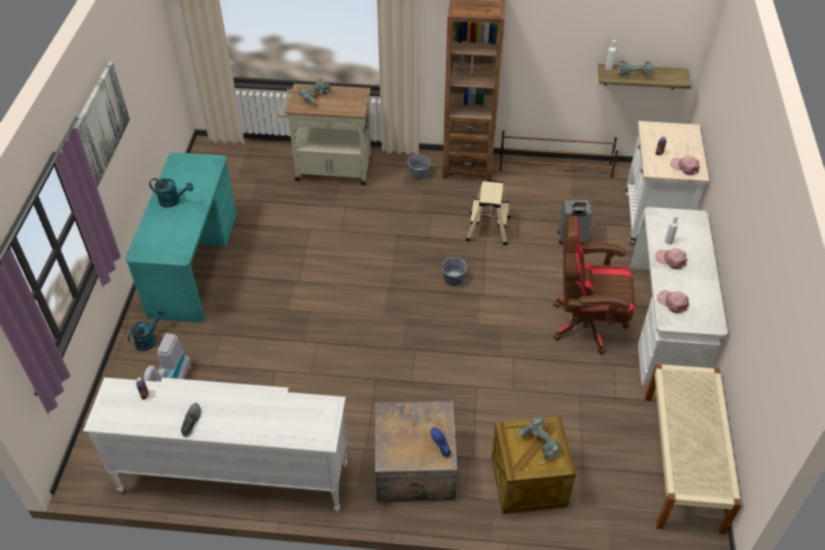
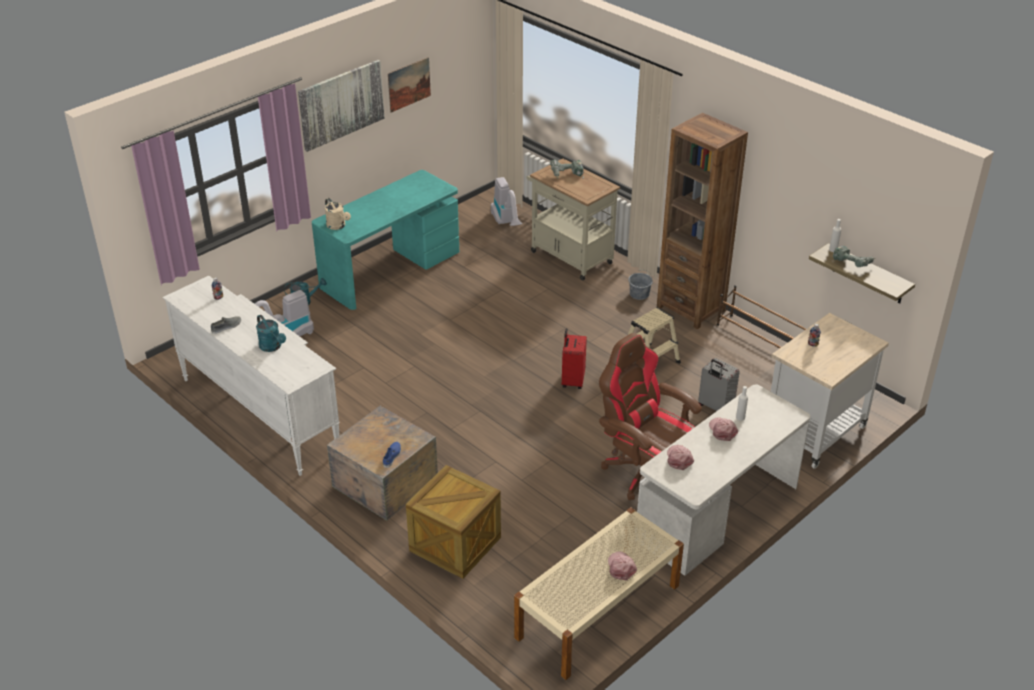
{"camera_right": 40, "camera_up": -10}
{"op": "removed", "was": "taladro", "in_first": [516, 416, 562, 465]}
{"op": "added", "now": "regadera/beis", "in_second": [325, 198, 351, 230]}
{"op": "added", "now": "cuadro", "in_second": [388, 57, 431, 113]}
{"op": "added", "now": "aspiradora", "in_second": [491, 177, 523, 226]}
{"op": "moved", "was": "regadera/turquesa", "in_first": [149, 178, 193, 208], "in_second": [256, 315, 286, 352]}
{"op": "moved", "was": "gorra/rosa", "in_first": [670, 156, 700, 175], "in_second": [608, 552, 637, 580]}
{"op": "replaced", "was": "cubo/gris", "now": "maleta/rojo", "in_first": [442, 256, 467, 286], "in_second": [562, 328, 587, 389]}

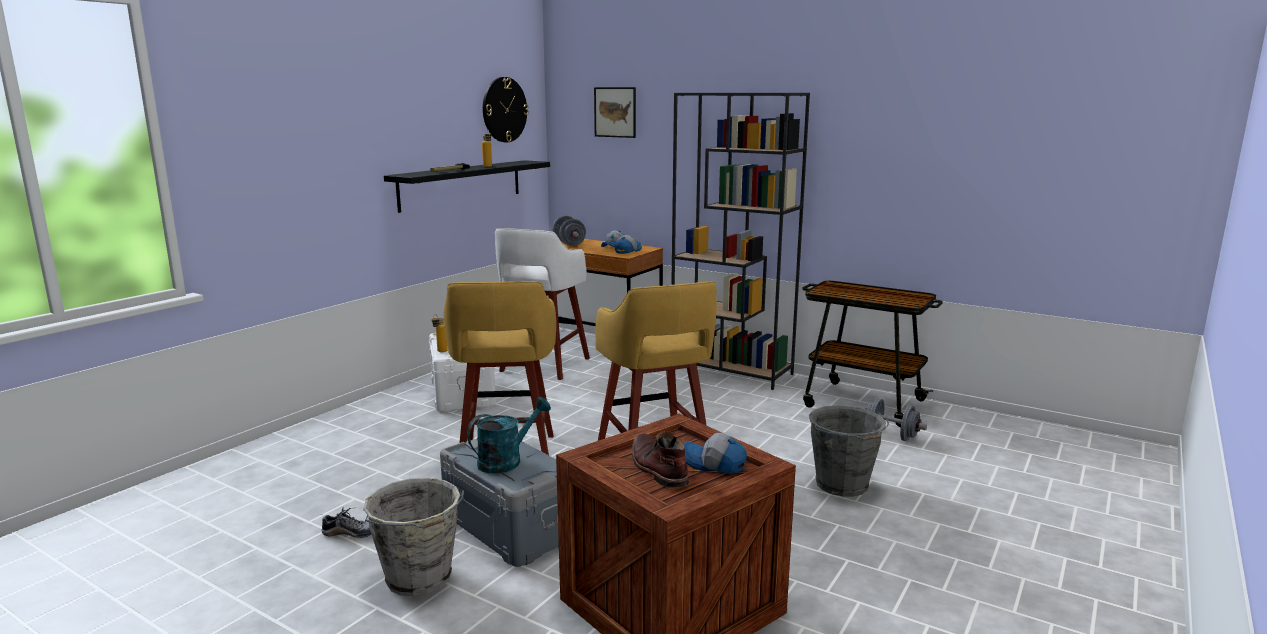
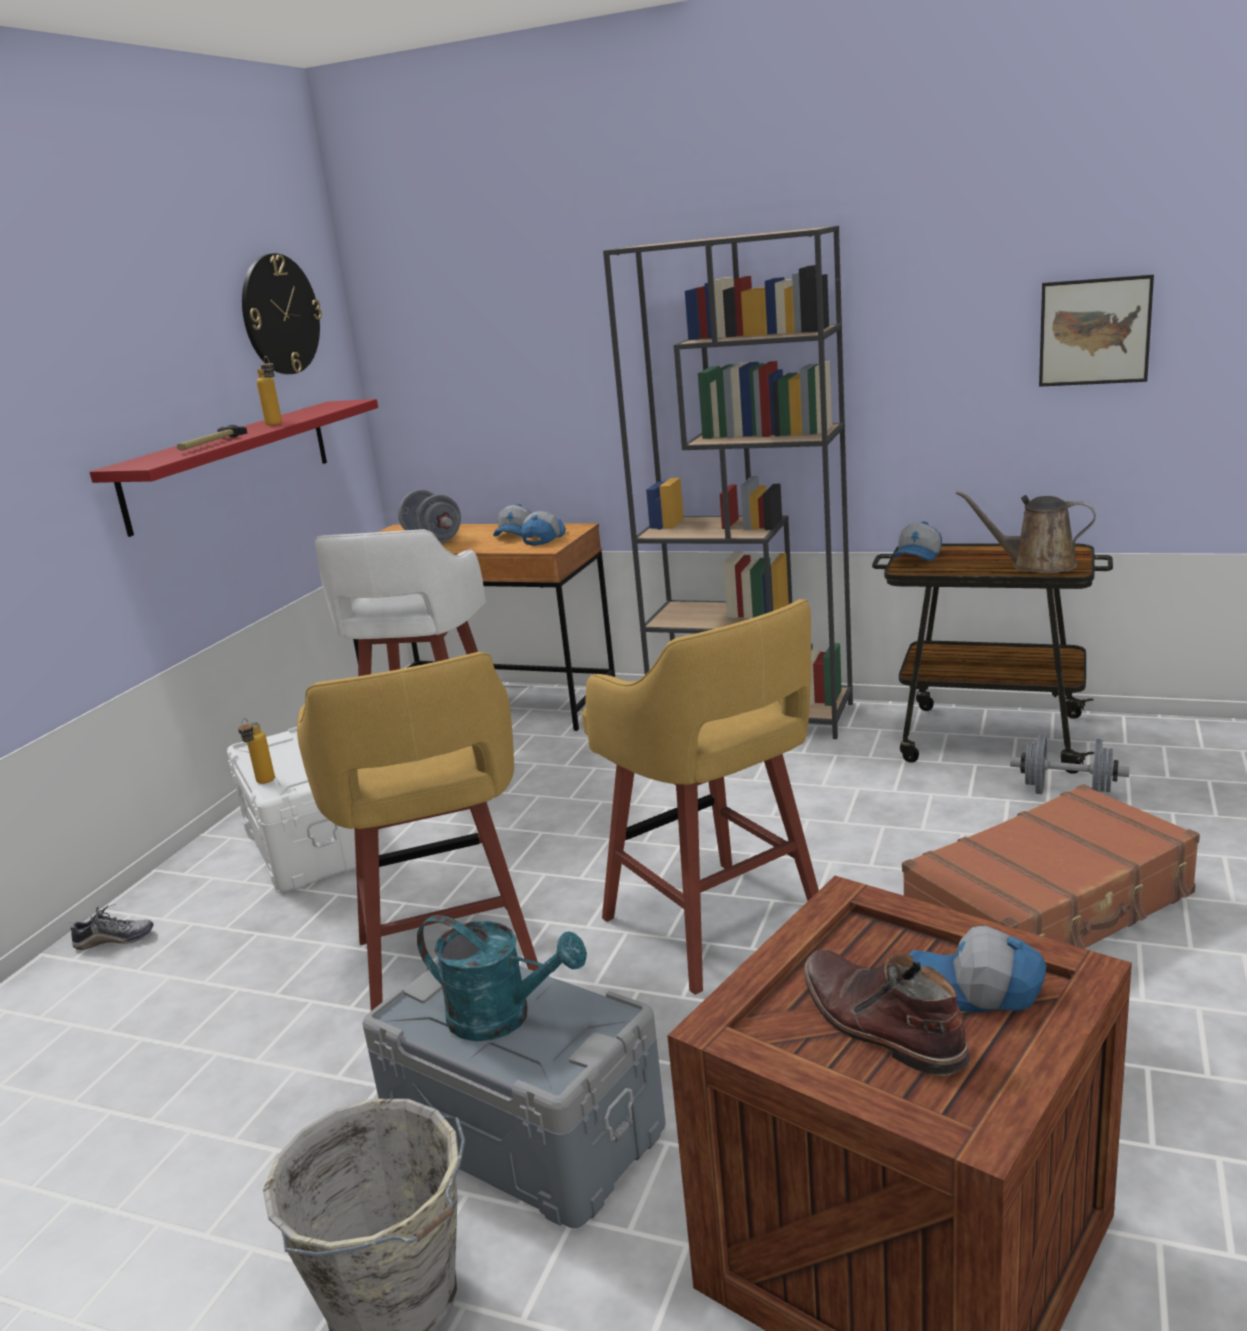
{"camera_right": -10, "camera_up": 5}
{"op": "added", "now": "gorra", "in_second": [893, 521, 942, 561]}
{"op": "added", "now": "regadera/marrón", "in_second": [956, 491, 1096, 573]}
{"op": "moved", "was": "zapato", "in_first": [321, 507, 371, 538], "in_second": [69, 904, 154, 950]}
{"op": "moved", "was": "cuadro", "in_first": [594, 87, 636, 138], "in_second": [1039, 275, 1154, 387]}
{"op": "replaced", "was": "cubo/gris", "now": "maleta/marrón", "in_first": [809, 405, 889, 497], "in_second": [902, 784, 1200, 949]}
{"op": "recoloured", "was": "estante/negro", "now": "estante/rojo", "in_first": [384, 160, 550, 213], "in_second": [90, 399, 378, 537]}
{"op": "turned", "was": "regadera/turquesa", "in_first": [467, 397, 551, 473], "in_second": [417, 915, 587, 1041], "clockwise": 75}

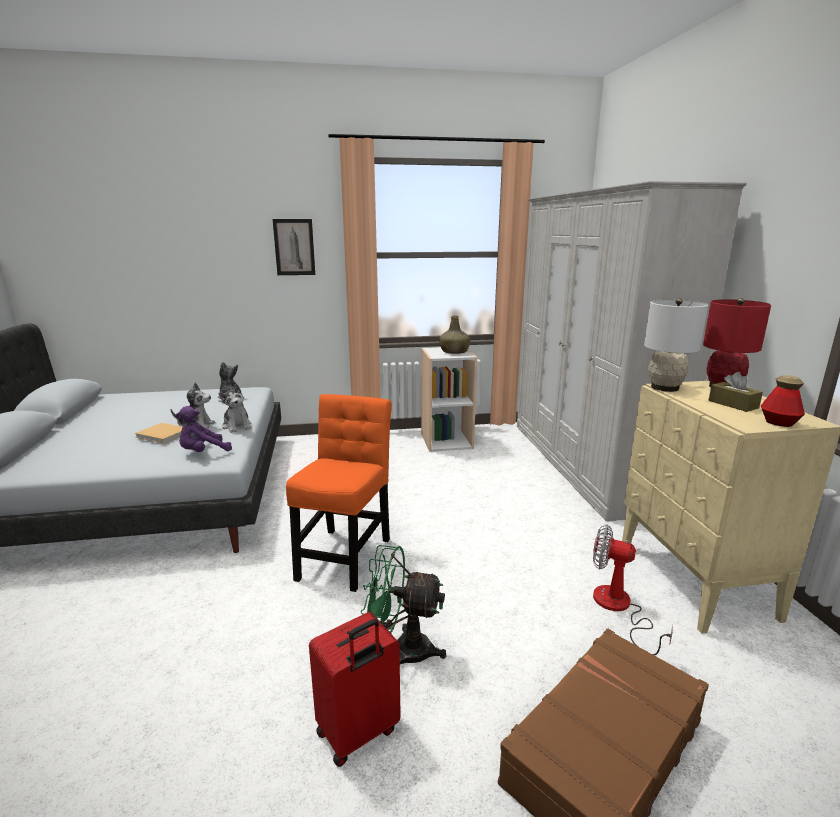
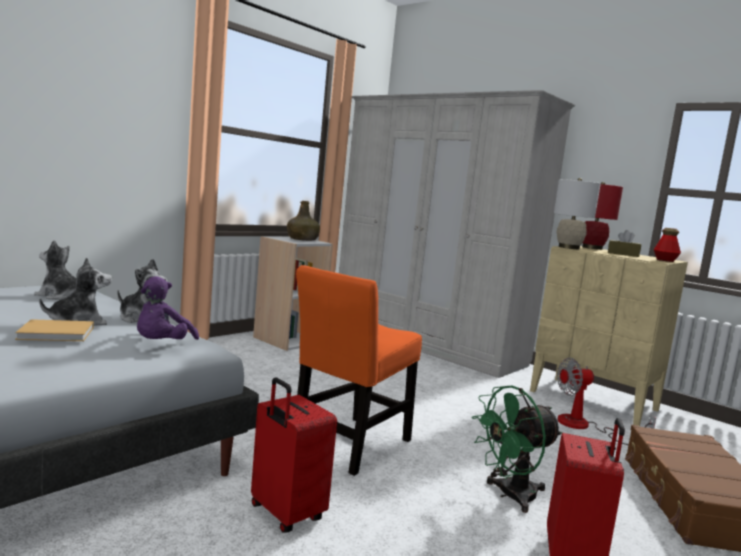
{"camera_right": -40, "camera_up": -10}
{"op": "removed", "was": "cuadro", "in_first": [273, 219, 315, 275]}
{"op": "added", "now": "maleta/rojo", "in_second": [251, 377, 337, 533]}
{"op": "turned", "was": "silla/naranja", "in_first": [286, 394, 392, 592], "in_second": [296, 265, 422, 476], "clockwise": -120}

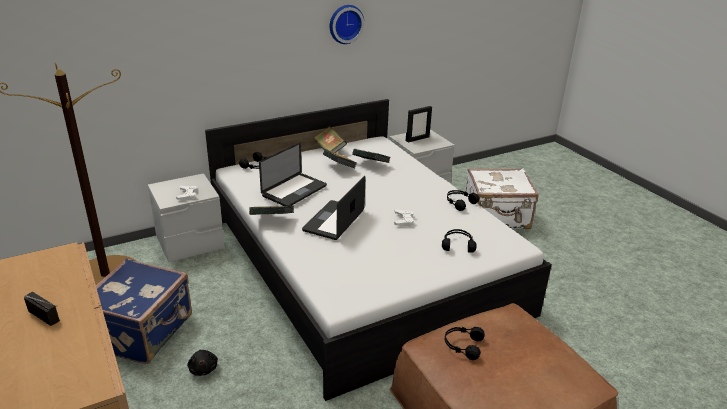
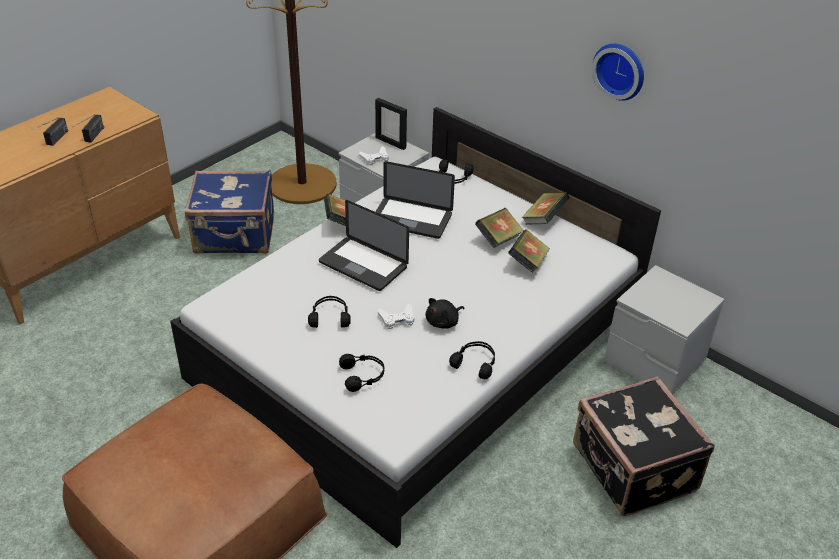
{"camera_right": 70, "camera_up": 10}
{"op": "added", "now": "radio", "in_second": [73, 114, 104, 143]}
{"op": "moved", "was": "peluche/negro", "in_first": [187, 350, 218, 376], "in_second": [426, 298, 464, 329]}
{"op": "moved", "was": "portarretratos", "in_first": [406, 106, 432, 143], "in_second": [375, 98, 407, 150]}
{"op": "moved", "was": "auriculares/negro", "in_first": [445, 326, 485, 360], "in_second": [308, 296, 351, 328]}
{"op": "recoloured", "was": "maleta/blanco", "now": "maleta/negro", "in_first": [466, 168, 539, 229], "in_second": [573, 376, 715, 516]}
{"op": "turned", "was": "portátil", "in_first": [302, 176, 366, 240], "in_second": [319, 200, 409, 291], "clockwise": -150}

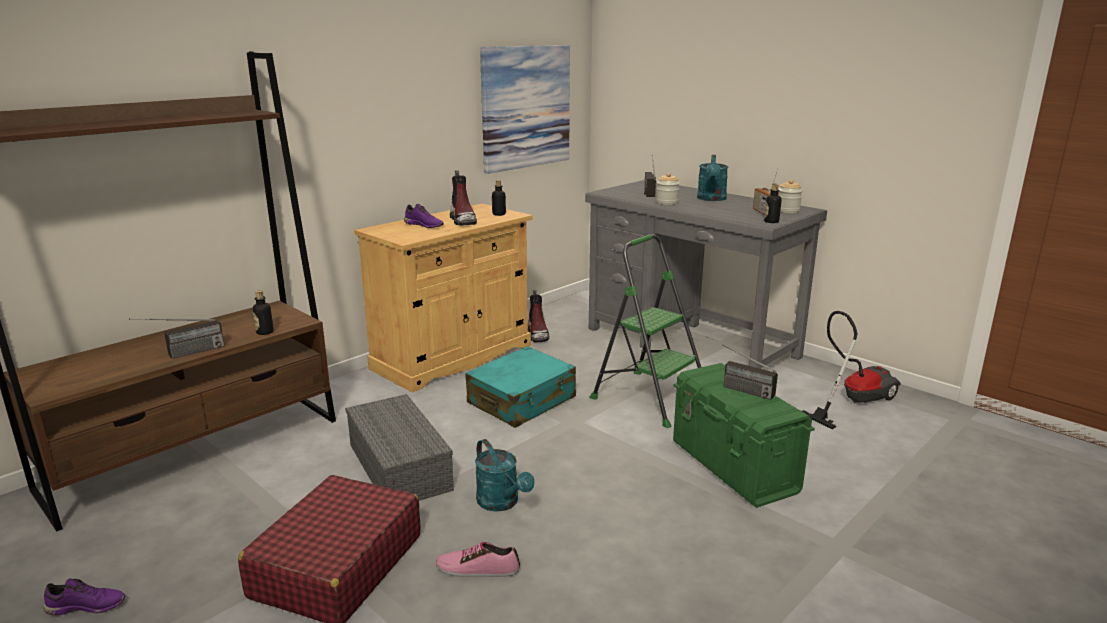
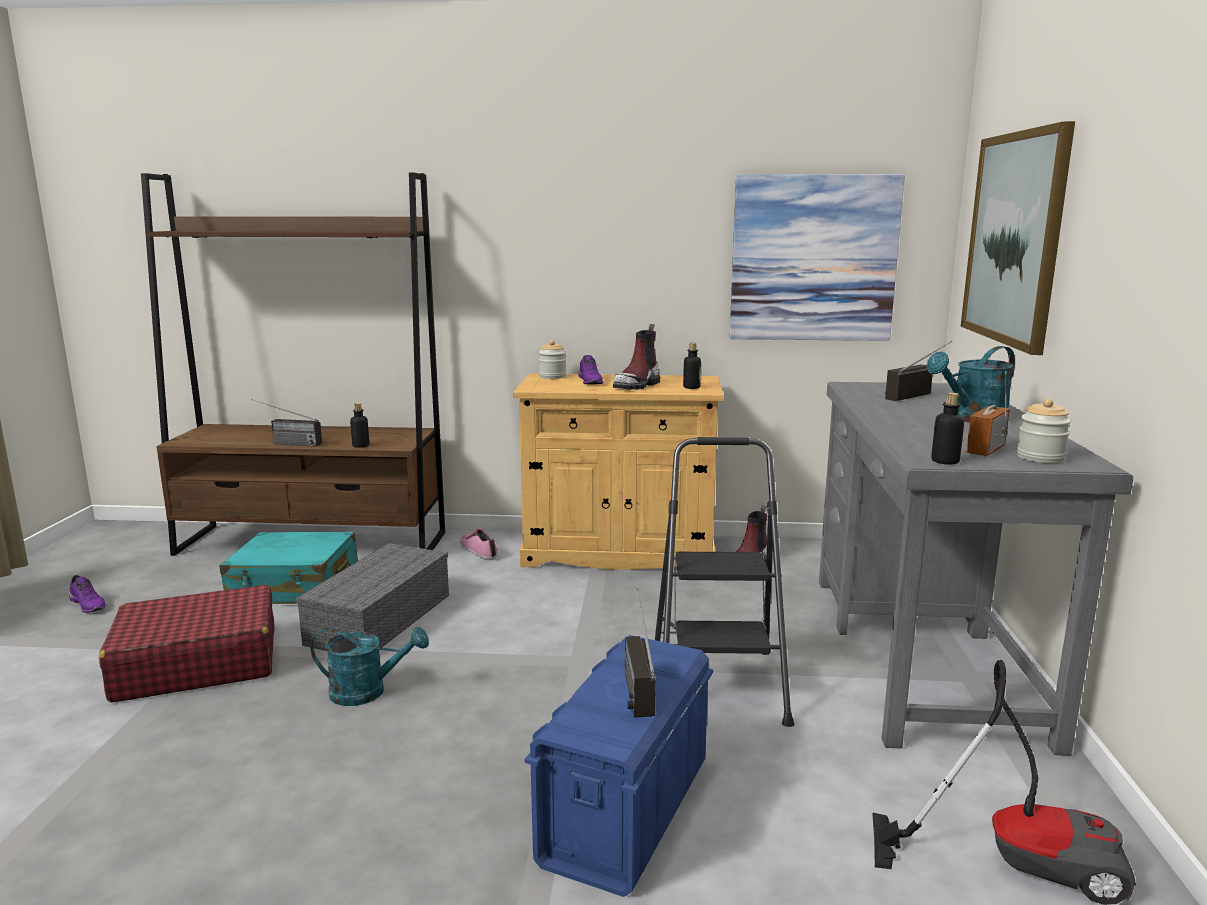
{"camera_right": 50, "camera_up": -5}
{"op": "added", "now": "cuadro", "in_second": [961, 121, 1075, 355]}
{"op": "moved", "was": "zapato", "in_first": [436, 542, 520, 577], "in_second": [460, 529, 498, 560]}
{"op": "moved", "was": "maleta/turquesa", "in_first": [465, 346, 576, 428], "in_second": [219, 531, 358, 604]}
{"op": "moved", "was": "tarro", "in_first": [656, 173, 680, 205], "in_second": [539, 340, 566, 379]}
{"op": "recoloured", "was": "escalera de tijera/verde", "now": "escalera de tijera/negro", "in_first": [589, 234, 701, 428], "in_second": [655, 437, 794, 727]}
{"op": "recoloured", "was": "caja de almacenaje/verde", "now": "caja de almacenaje/azul", "in_first": [673, 363, 815, 508], "in_second": [525, 635, 713, 897]}
{"op": "turned", "was": "regadera/turquesa", "in_first": [475, 439, 535, 512], "in_second": [310, 627, 429, 706], "clockwise": -105}

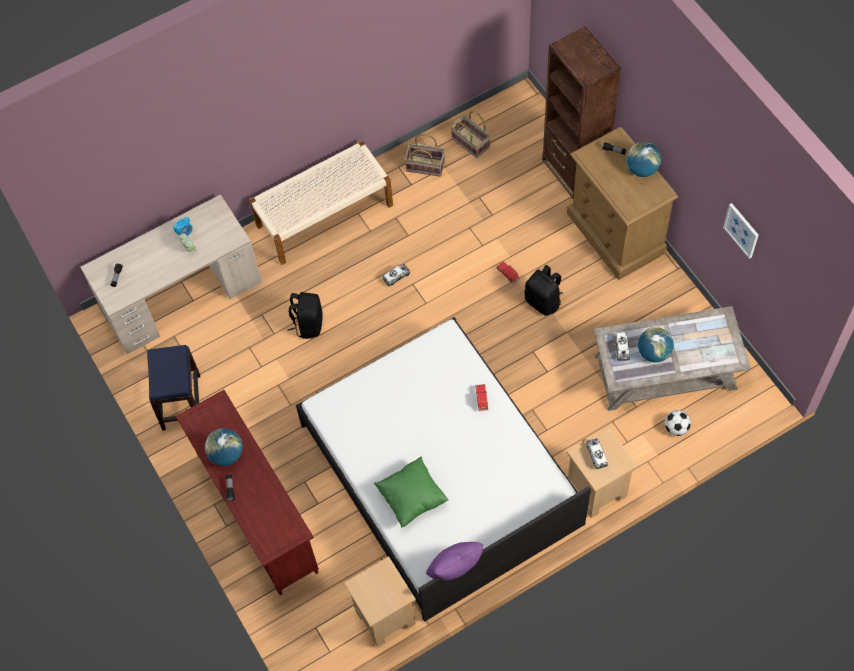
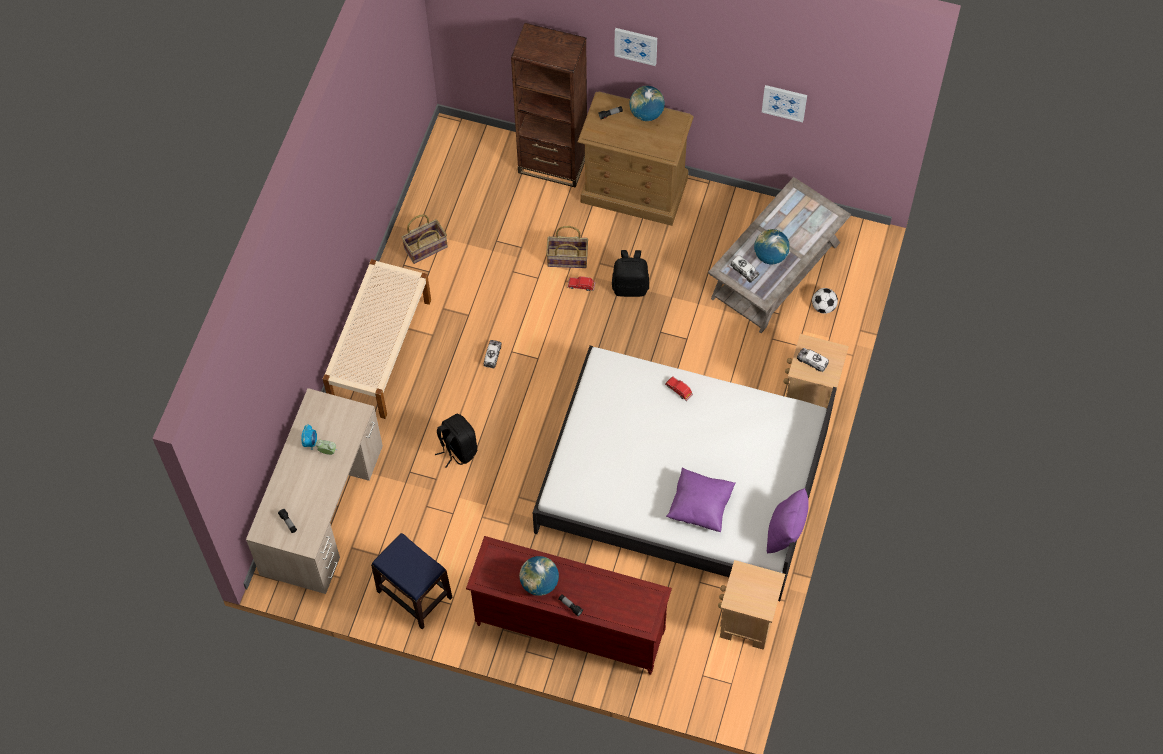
{"camera_right": -45, "camera_up": 0}
{"op": "added", "now": "cuadro", "in_second": [614, 28, 657, 66]}
{"op": "moved", "was": "cesta", "in_first": [451, 111, 491, 158], "in_second": [546, 226, 588, 268]}
{"op": "recoloured", "was": "cojín/verde", "now": "cojín/morado", "in_first": [374, 457, 449, 527], "in_second": [666, 468, 735, 532]}

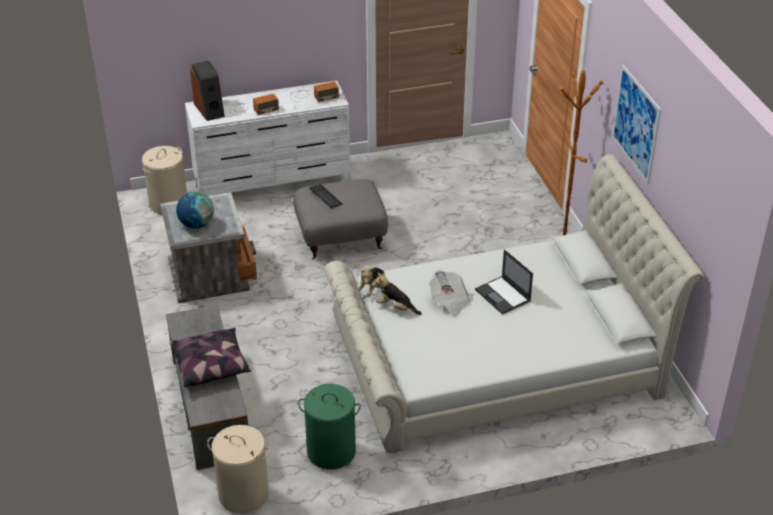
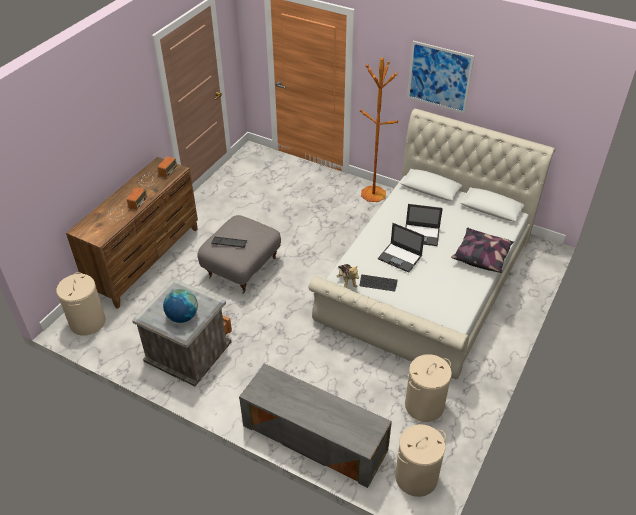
{"camera_right": -45, "camera_up": 5}
{"op": "removed", "was": "altavoz", "in_first": [190, 61, 225, 121]}
{"op": "moved", "was": "cojín", "in_first": [170, 328, 251, 388], "in_second": [451, 228, 514, 273]}
{"op": "replaced", "was": "peluche", "now": "teclado", "in_first": [372, 272, 422, 315], "in_second": [360, 275, 398, 292]}
{"op": "replaced", "was": "periódico", "now": "portátil", "in_first": [429, 270, 470, 314], "in_second": [378, 223, 425, 273]}
{"op": "recoloured", "was": "cómoda/blanco", "now": "cómoda/marrón", "in_first": [185, 81, 350, 196], "in_second": [66, 157, 198, 309]}
{"op": "recoloured", "was": "cesto de la ropa/verde", "now": "cesto de la ropa/beis", "in_first": [298, 384, 361, 469], "in_second": [405, 354, 452, 422]}

